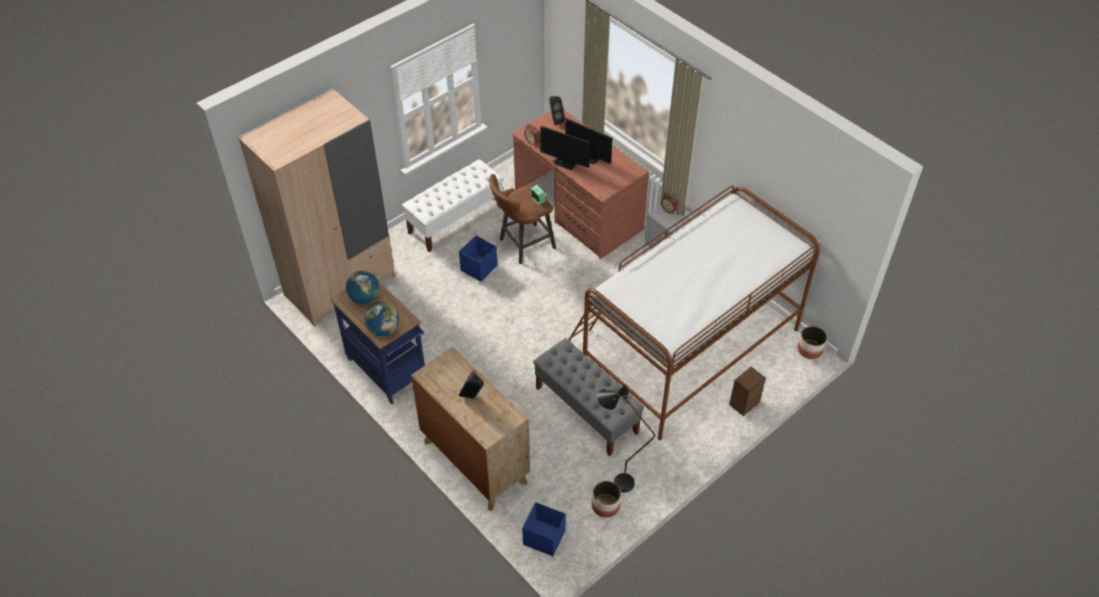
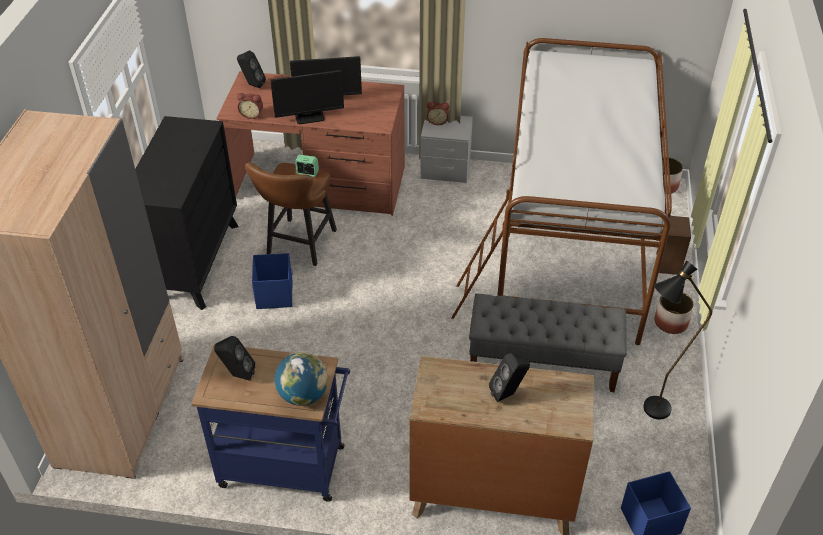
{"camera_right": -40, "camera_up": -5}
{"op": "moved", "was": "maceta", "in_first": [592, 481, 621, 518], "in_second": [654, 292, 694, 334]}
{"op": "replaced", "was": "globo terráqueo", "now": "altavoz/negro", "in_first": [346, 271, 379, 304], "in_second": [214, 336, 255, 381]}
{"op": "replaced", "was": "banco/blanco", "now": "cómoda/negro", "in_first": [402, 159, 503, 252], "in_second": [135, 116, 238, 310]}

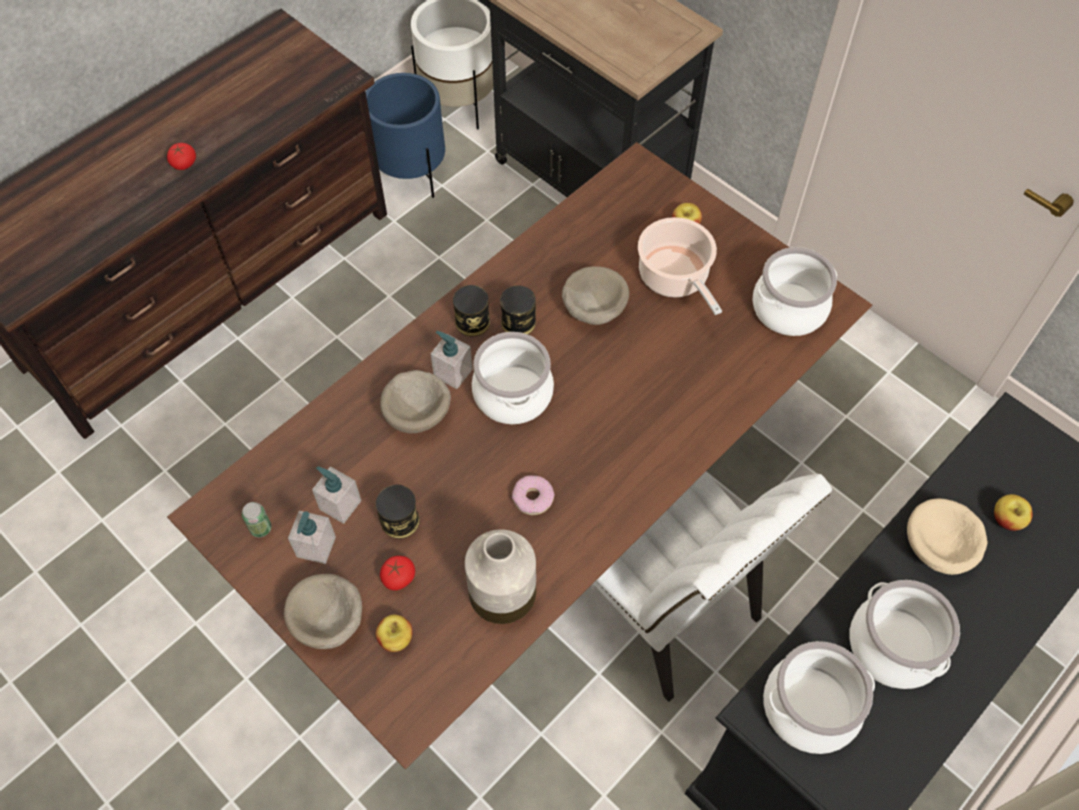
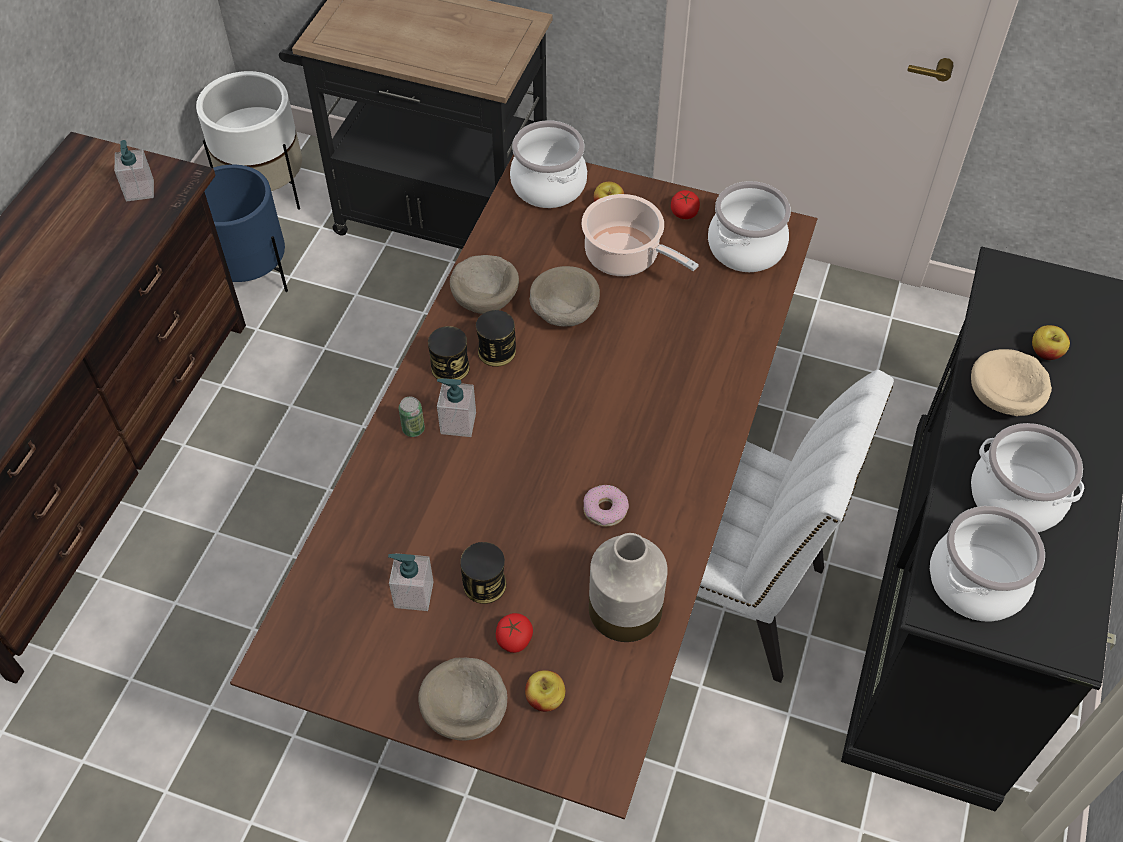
{"camera_right": -25, "camera_up": -5}
{"op": "moved", "was": "tomate", "in_first": [167, 143, 196, 170], "in_second": [671, 190, 700, 219]}
{"op": "moved", "was": "lata", "in_first": [242, 502, 272, 537], "in_second": [399, 396, 425, 437]}
{"op": "moved", "was": "dispensador de jabón", "in_first": [288, 511, 336, 564], "in_second": [115, 140, 154, 201]}
{"op": "moved", "was": "cuenco/beis", "in_first": [380, 370, 451, 433], "in_second": [450, 255, 519, 314]}
{"op": "moved", "was": "olla", "in_first": [472, 332, 554, 424], "in_second": [510, 120, 587, 208]}

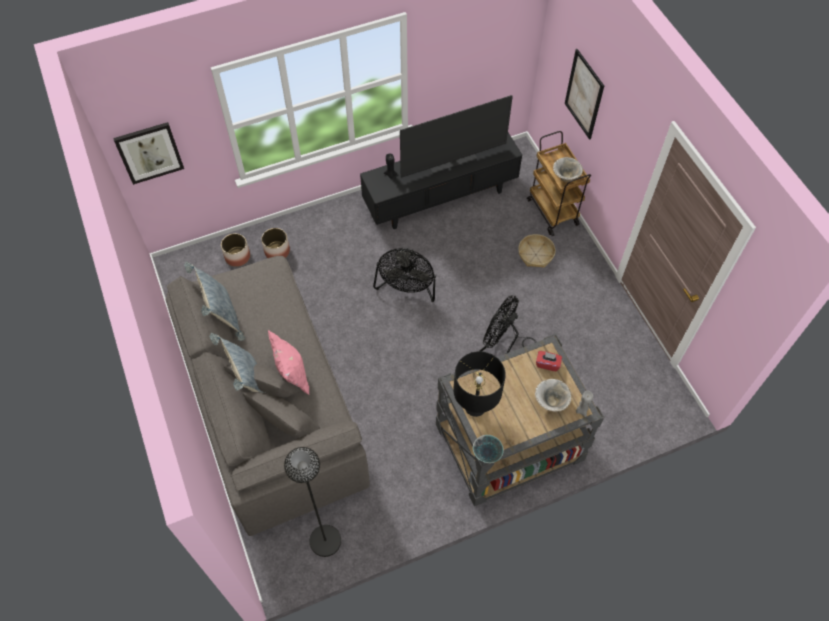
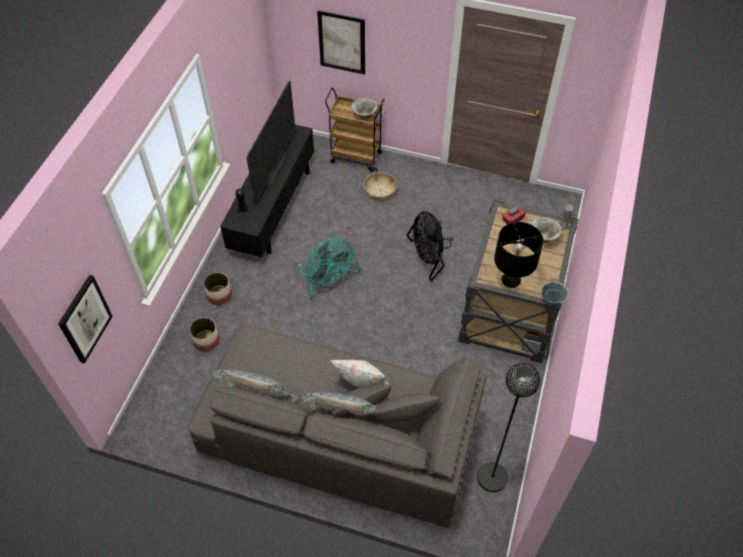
{"camera_right": -50, "camera_up": -5}
{"op": "moved", "was": "maceta", "in_first": [221, 233, 250, 267], "in_second": [203, 272, 232, 305]}
{"op": "recoloured", "was": "cojín/rosa", "now": "cojín/blanco", "in_first": [268, 330, 309, 395], "in_second": [330, 360, 390, 387]}
{"op": "recoloured", "was": "ventilador/negro", "now": "ventilador/turquesa", "in_first": [373, 248, 436, 302], "in_second": [298, 238, 361, 300]}

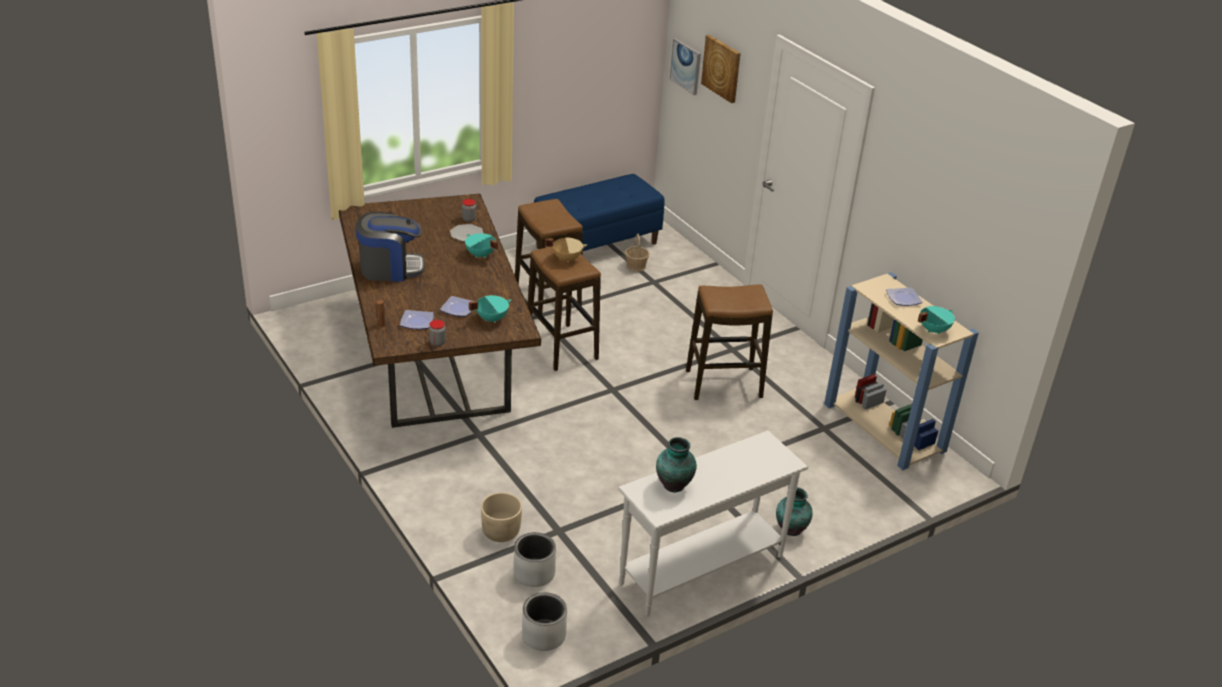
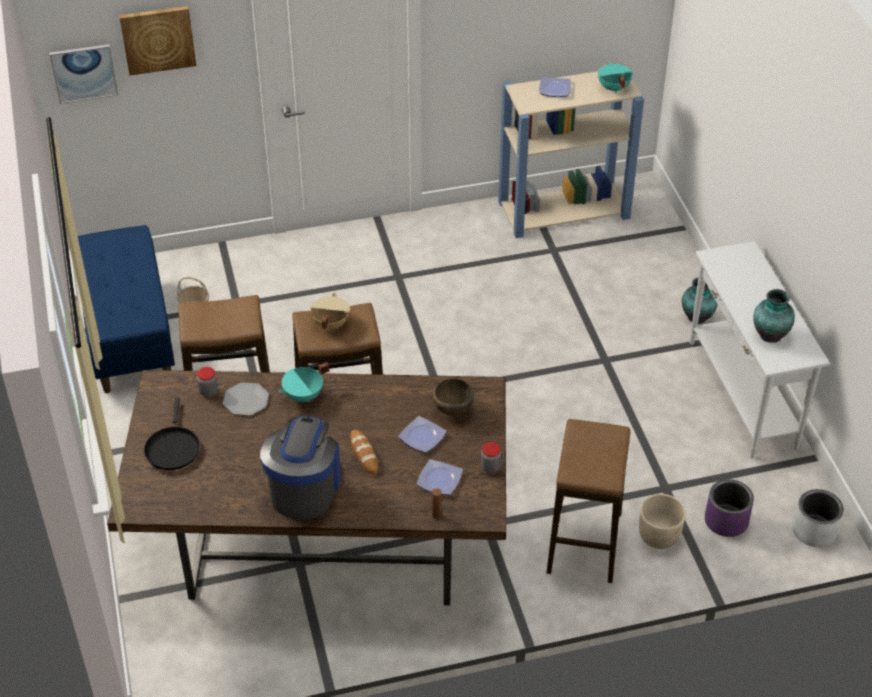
{"camera_right": -70, "camera_up": 10}
{"op": "added", "now": "sartén/negro", "in_second": [144, 398, 200, 470]}
{"op": "added", "now": "pan", "in_second": [350, 430, 378, 474]}
{"op": "moved", "was": "taburete", "in_first": [686, 284, 773, 400], "in_second": [547, 419, 630, 583]}
{"op": "replaced", "was": "olla/turquesa", "now": "cuenco/marrón", "in_first": [469, 295, 512, 323], "in_second": [432, 378, 474, 416]}
{"op": "recoloured", "was": "maceta/gris", "now": "maceta/morado", "in_first": [513, 532, 556, 587], "in_second": [705, 479, 754, 537]}

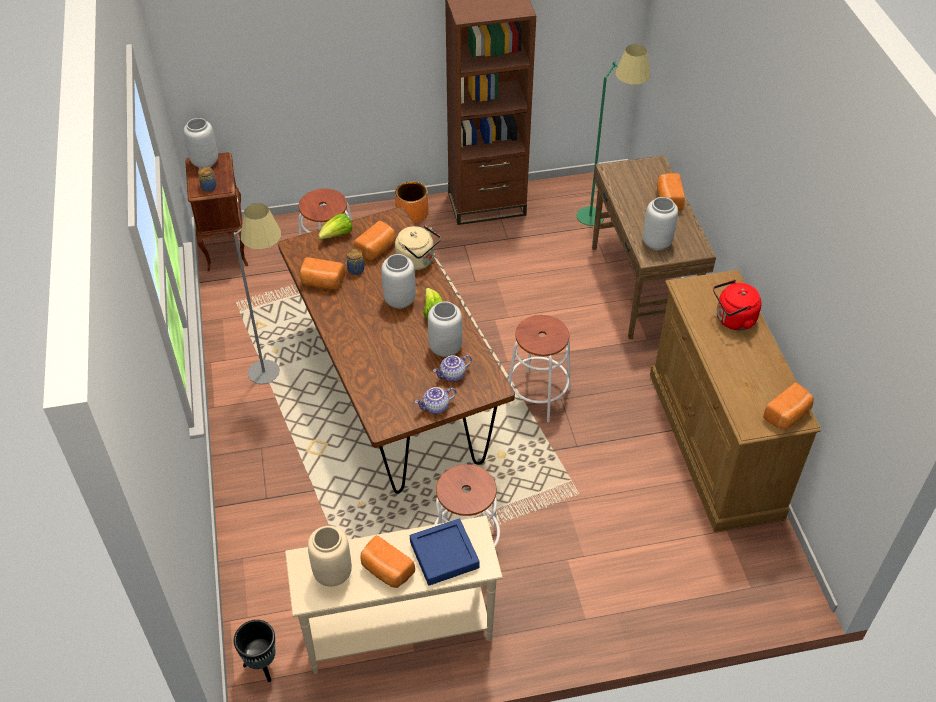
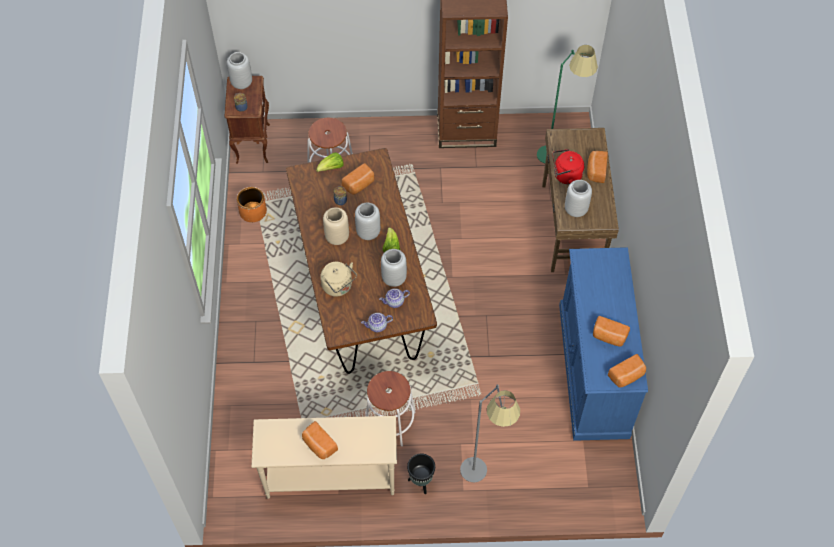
{"camera_right": 10, "camera_up": 10}
{"op": "removed", "was": "bandeja/azul", "in_first": [410, 519, 480, 586]}
{"op": "removed", "was": "taburete/blanco", "in_first": [505, 315, 570, 422]}
{"op": "moved", "was": "lámpara de pie/gris", "in_first": [233, 203, 281, 384], "in_second": [460, 384, 520, 483]}
{"op": "moved", "was": "maceta/negro", "in_first": [234, 620, 276, 682], "in_second": [407, 453, 435, 494]}
{"op": "moved", "was": "pan", "in_first": [300, 257, 345, 289], "in_second": [593, 316, 630, 347]}
{"op": "moved", "was": "florero/beis", "in_first": [308, 526, 352, 587], "in_second": [323, 207, 349, 245]}
{"op": "moved", "was": "maceta/naranja", "in_first": [395, 181, 429, 223], "in_second": [237, 187, 267, 222]}
{"op": "moved", "was": "hervidor/beis", "in_first": [395, 226, 441, 270], "in_second": [320, 262, 357, 297]}
{"op": "moved", "was": "hervidor/rojo", "in_first": [713, 280, 762, 330], "in_second": [552, 149, 584, 185]}
{"op": "recoloured", "was": "armario/marrón", "now": "armario/azul", "in_first": [650, 270, 821, 532], "in_second": [559, 247, 648, 441]}

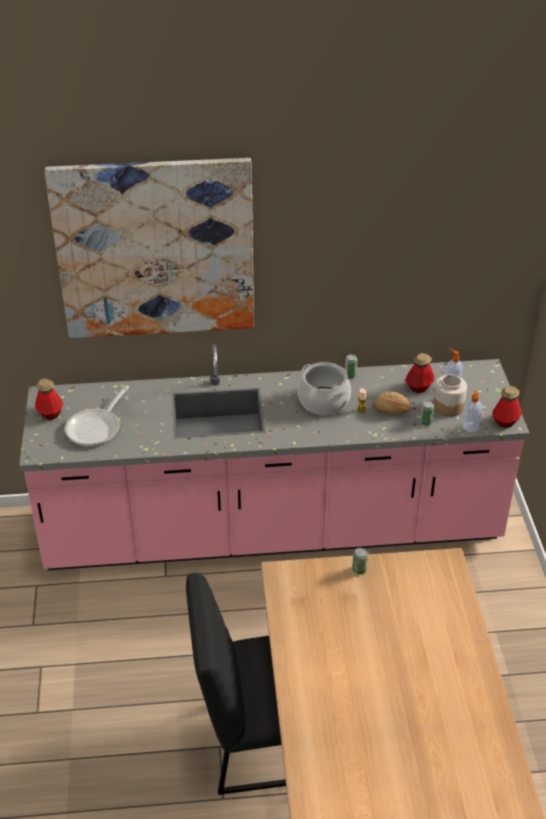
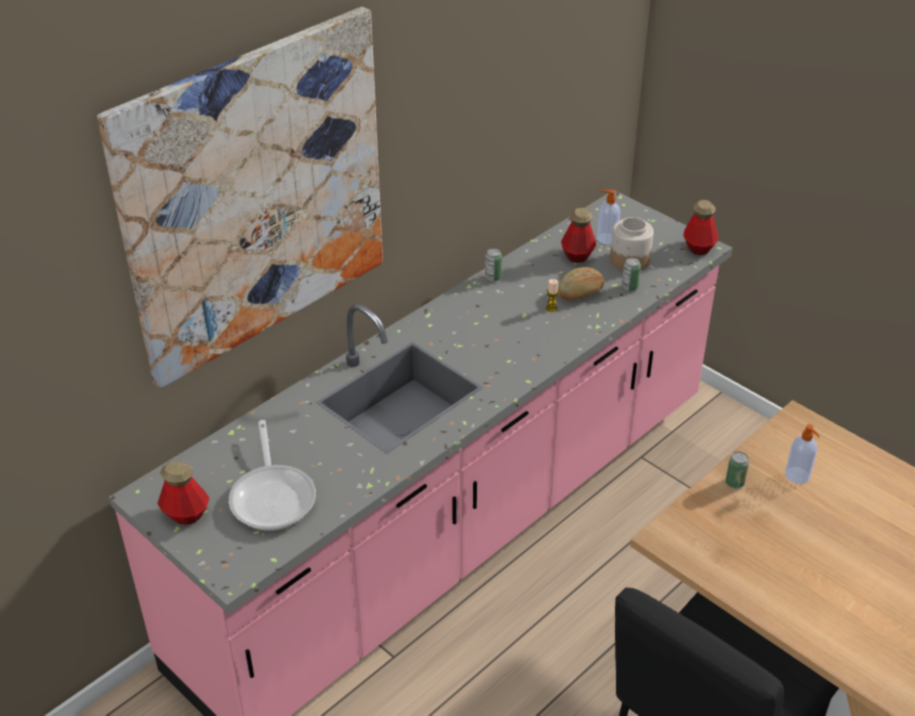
{"camera_right": -40, "camera_up": 0}
{"op": "removed", "was": "olla", "in_first": [298, 362, 351, 415]}
{"op": "moved", "was": "dispensador de jabón", "in_first": [463, 391, 482, 432], "in_second": [785, 424, 820, 484]}

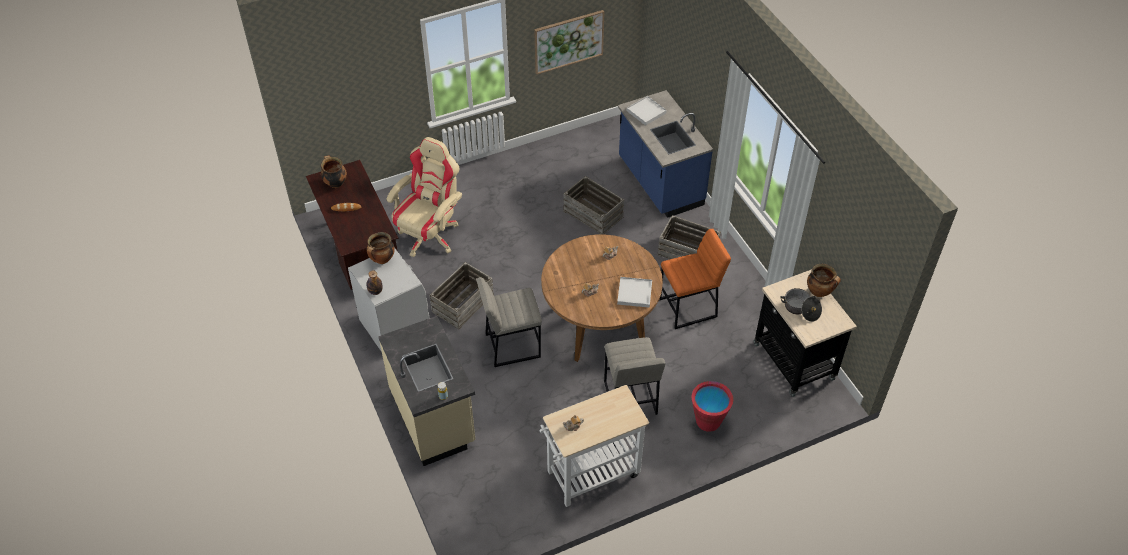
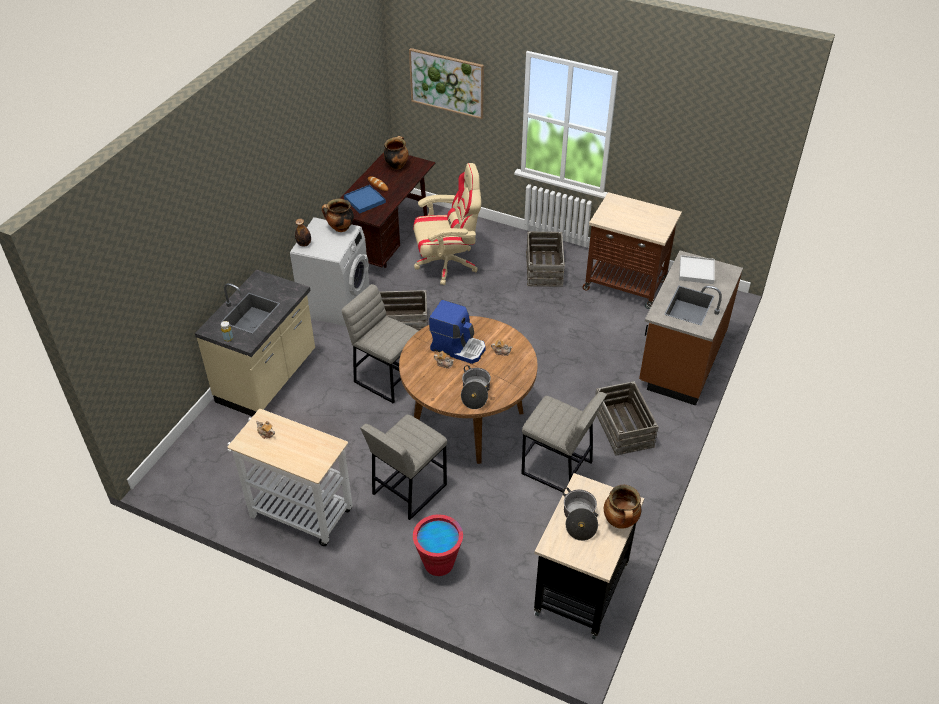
{"camera_right": 50, "camera_up": -5}
{"op": "added", "now": "bandeja/azul", "in_second": [344, 185, 386, 213]}
{"op": "added", "now": "cafetera", "in_second": [429, 300, 486, 364]}
{"op": "added", "now": "carrito/marrón", "in_second": [582, 192, 682, 309]}
{"op": "moved", "was": "cuadro", "in_first": [534, 10, 604, 74], "in_second": [409, 48, 484, 119]}
{"op": "moved", "was": "caja de embalaje", "in_first": [563, 176, 624, 234], "in_second": [526, 232, 565, 287]}
{"op": "replaced", "was": "bandeja/blanco", "now": "olla", "in_first": [617, 277, 652, 308], "in_second": [461, 365, 491, 409]}
{"op": "recoloured", "was": "mueble bajo de cocina/azul", "now": "mueble bajo de cocina/marrón", "in_first": [618, 90, 713, 218], "in_second": [639, 251, 743, 406]}
{"op": "recoloured", "was": "silla/naranja", "now": "silla/gris", "in_first": [659, 229, 731, 329], "in_second": [521, 392, 607, 492]}

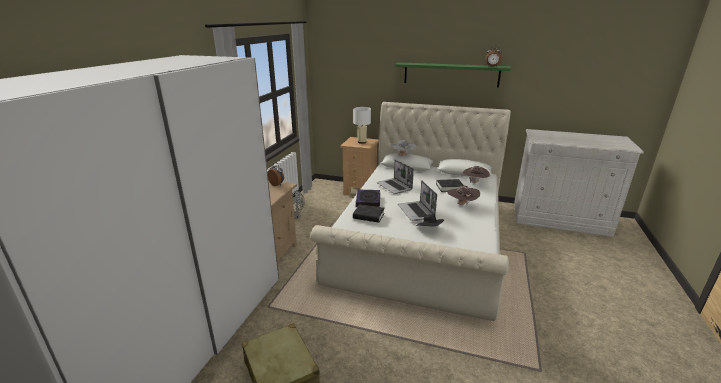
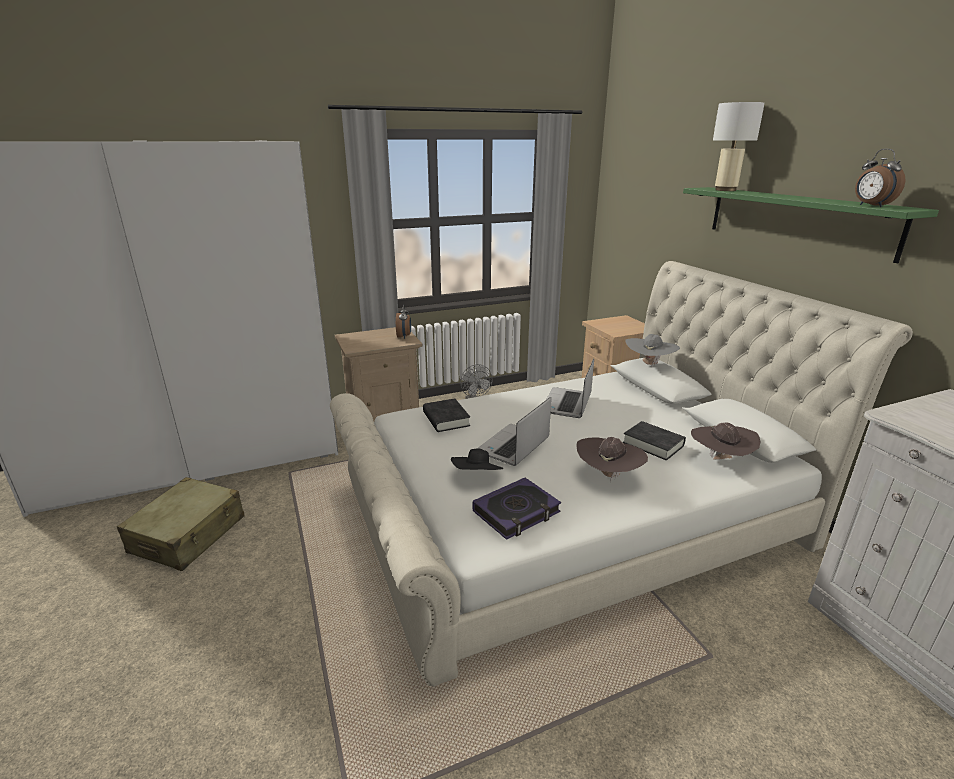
{"camera_right": 50, "camera_up": 0}
{"op": "moved", "was": "lámpara de mesa/blanco", "in_first": [353, 107, 371, 144], "in_second": [713, 102, 764, 191]}
{"op": "moved", "was": "libro", "in_first": [356, 190, 380, 207], "in_second": [472, 478, 561, 540]}

